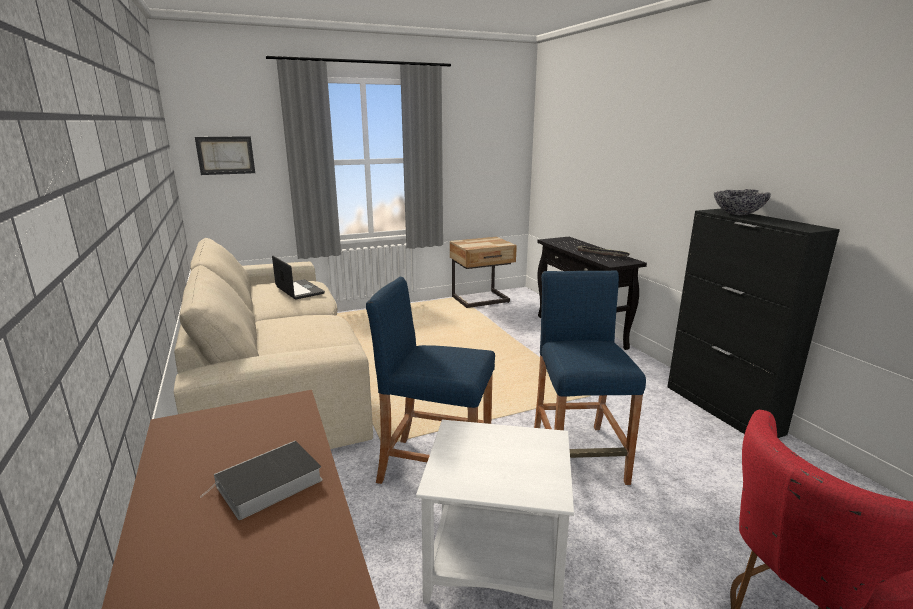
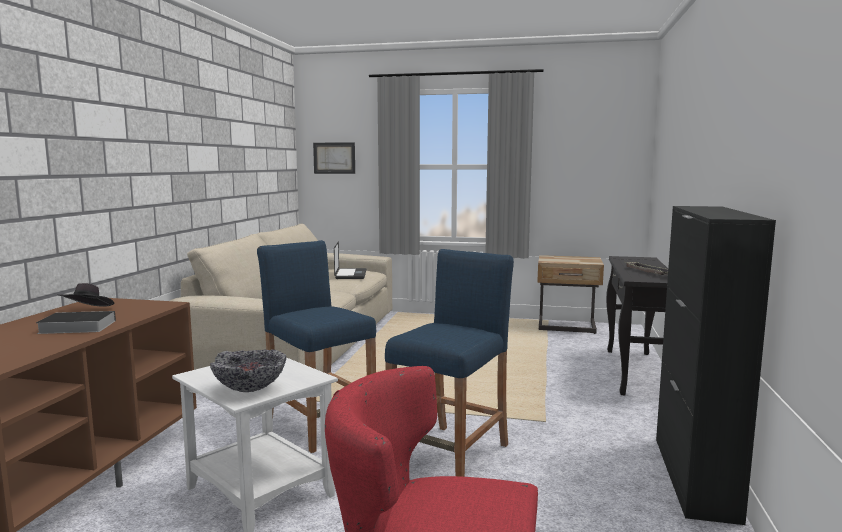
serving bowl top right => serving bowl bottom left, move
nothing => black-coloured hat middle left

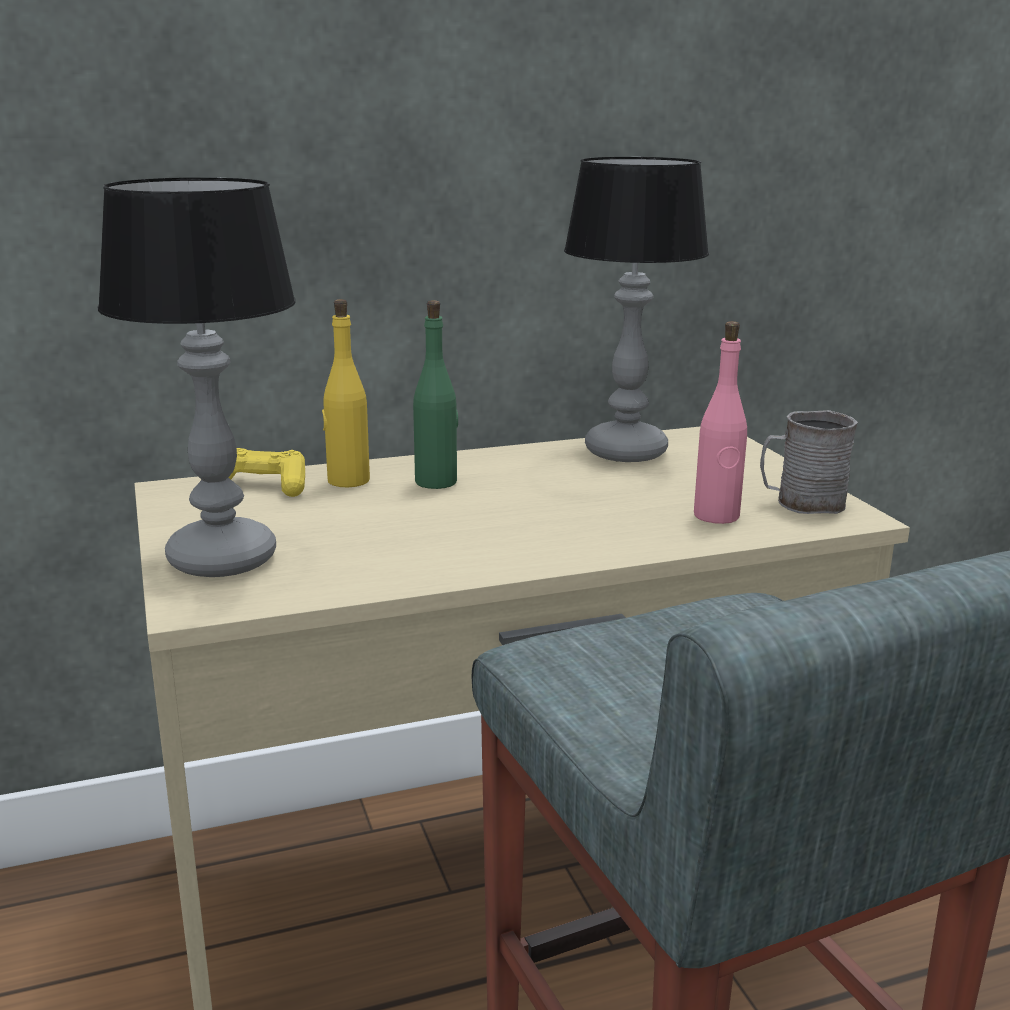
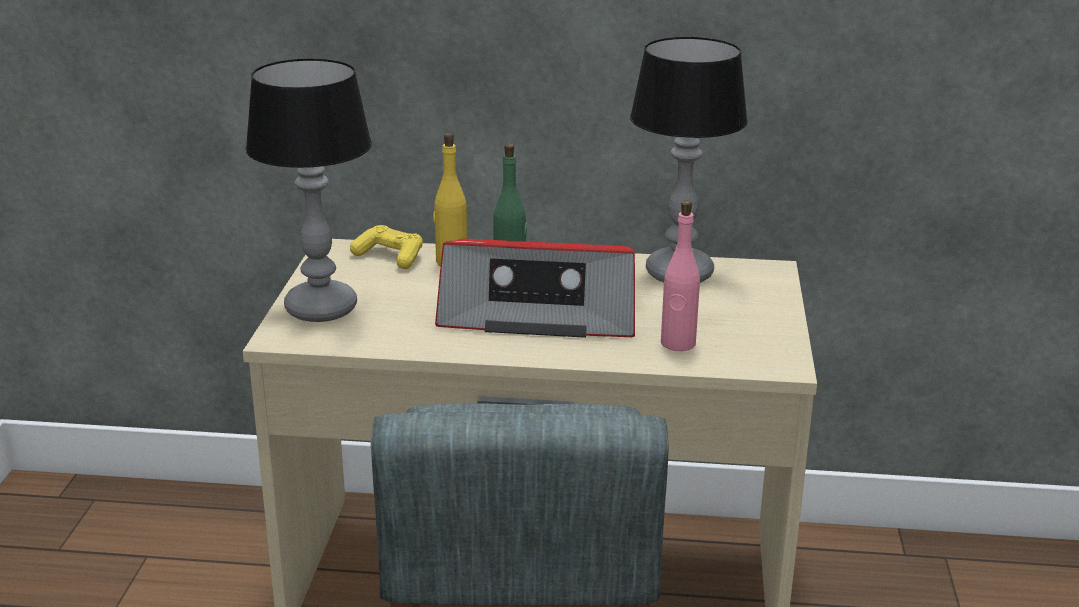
gray coffee mug middle right => nothing
nothing => radio set centre

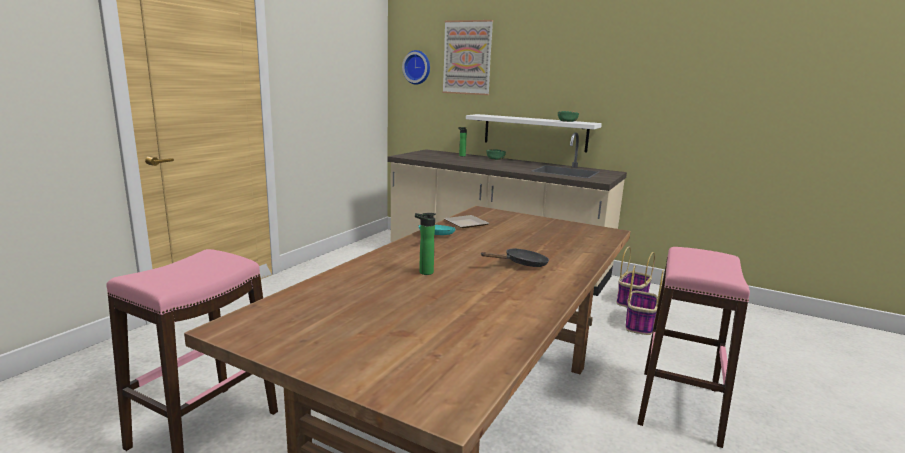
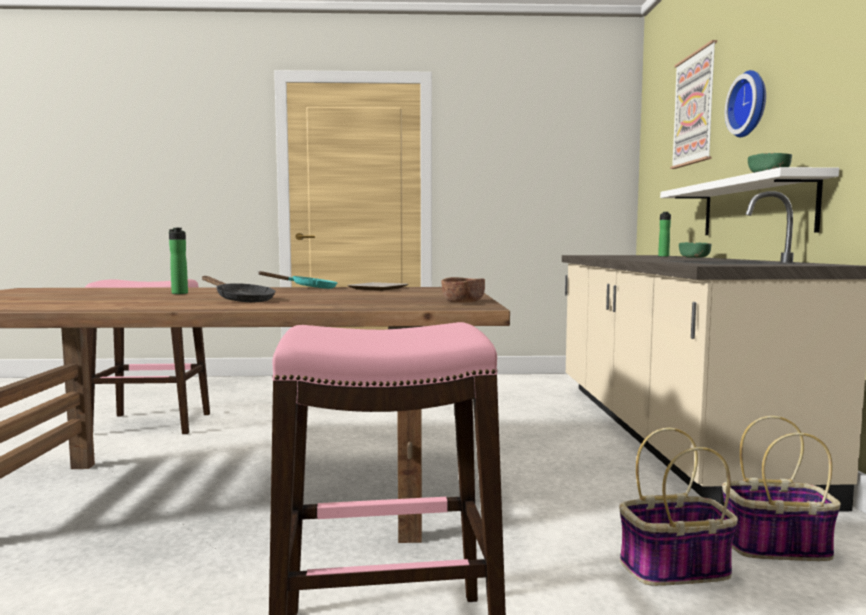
wall clock top centre => wall clock top right, move
nothing => brown serving bowl centre

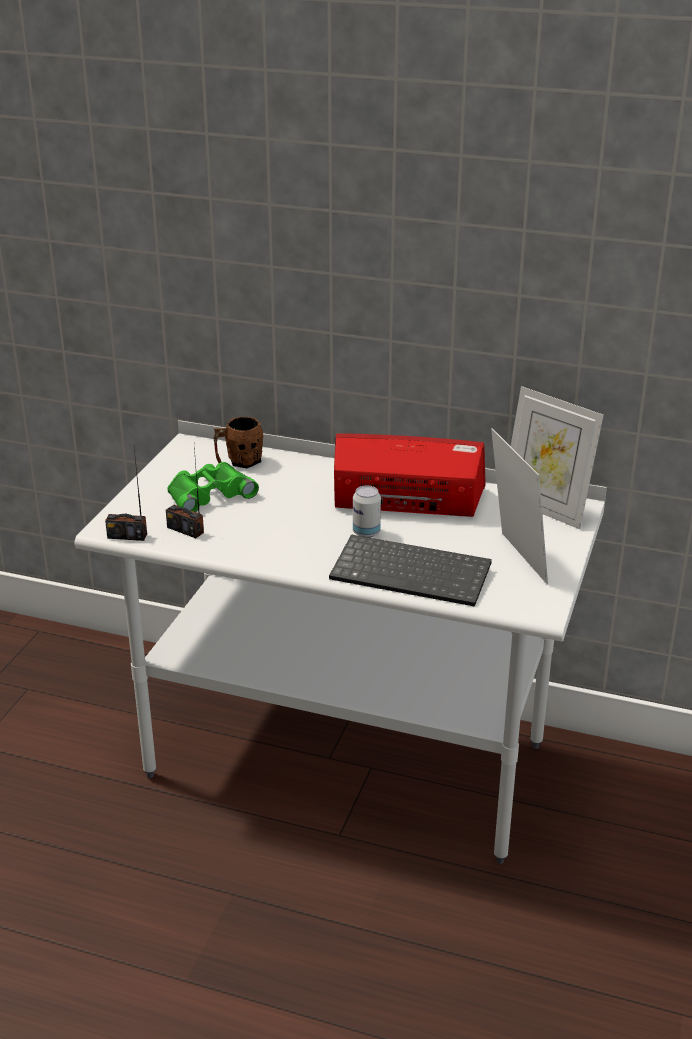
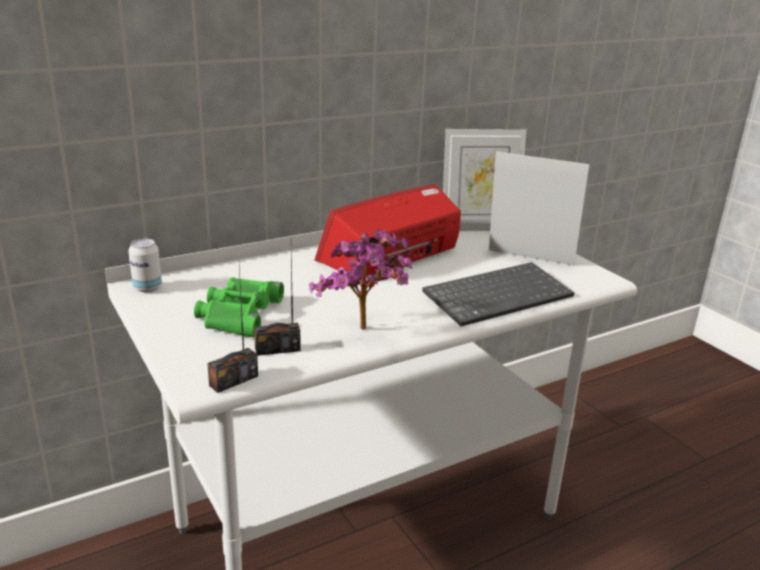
brown coffee mug centre => nothing
metal can centre => metal can middle left, move
nothing => plant in a pot centre

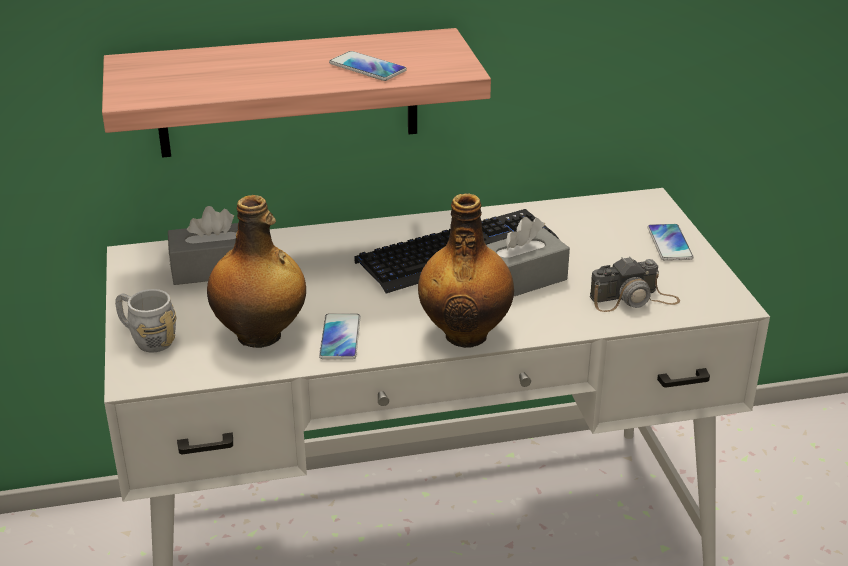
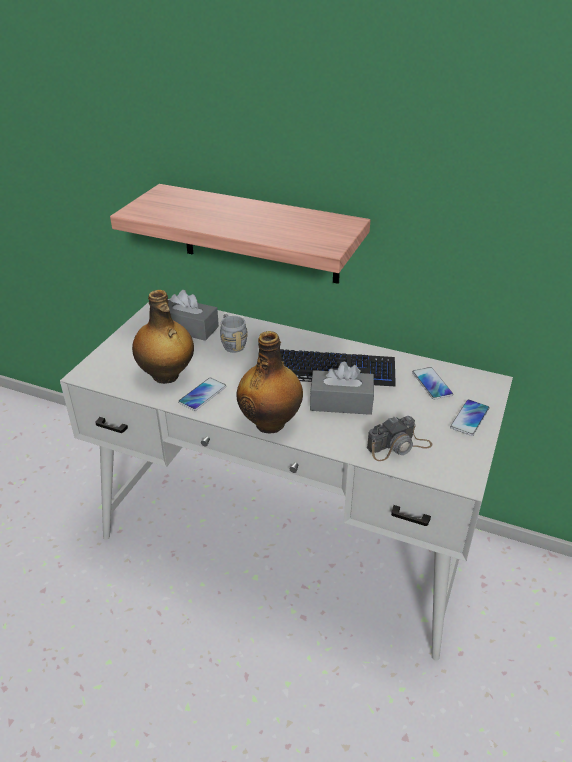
gray coffee mug middle left => gray coffee mug centre, move
handset (2nd from left) top centre => handset (2nd from left) middle right, move
still camera middle right, 45 degrees counterclockwise

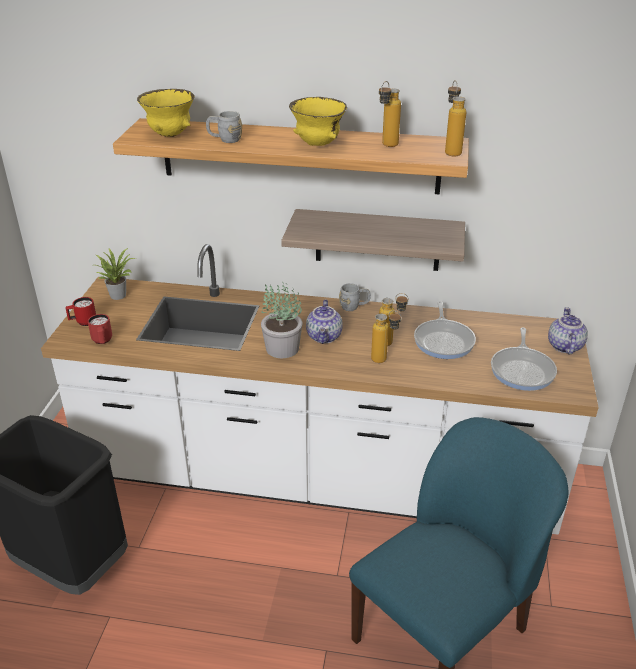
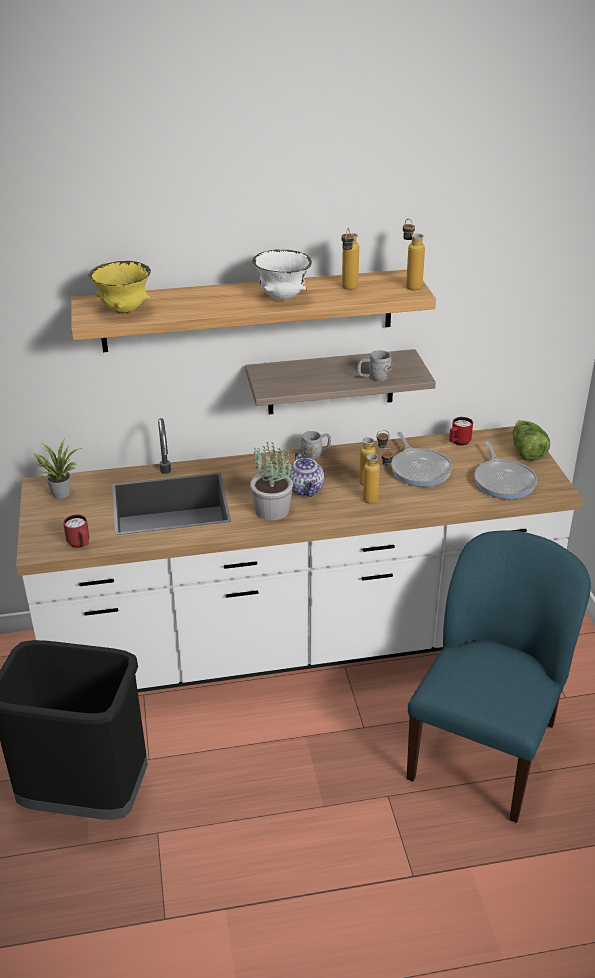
red coffee mug (1st from left in the first image) middle left => red coffee mug (2nd from left) middle right, move
gray coffee mug (1st from left in the first image) top centre => gray coffee mug (2nd from left) centre, move
yellowish serving bowl (2nd from left) top centre => white-coloured serving bowl top centre
pot for tea (2nd from left) middle right => lettuce middle right

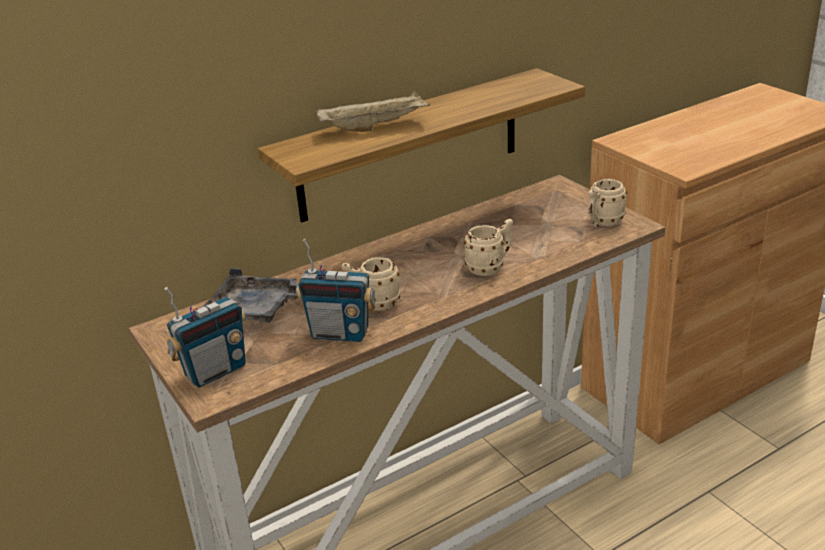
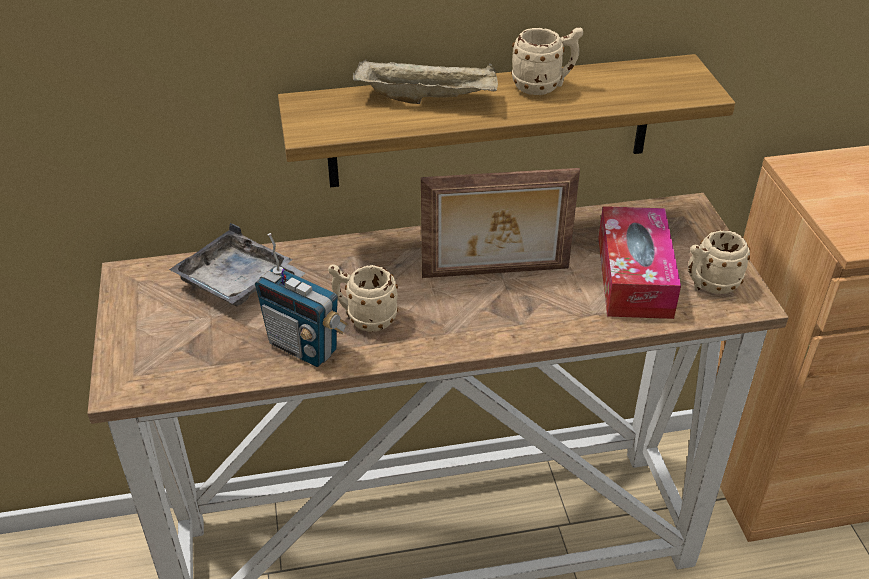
radio set (1st from left) middle left => nothing
sand-coloured coffee mug (2nd from left) centre => sand-coloured coffee mug (2nd from left) top centre, move
nothing => photo frame centre
nothing => tissue holder middle right

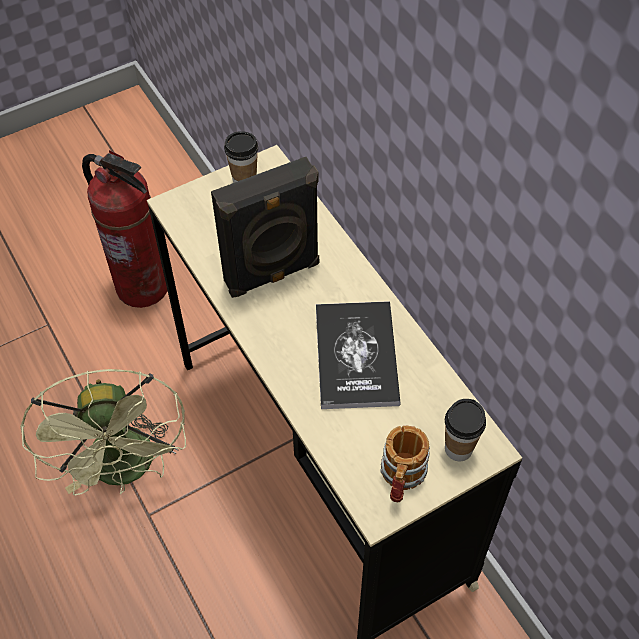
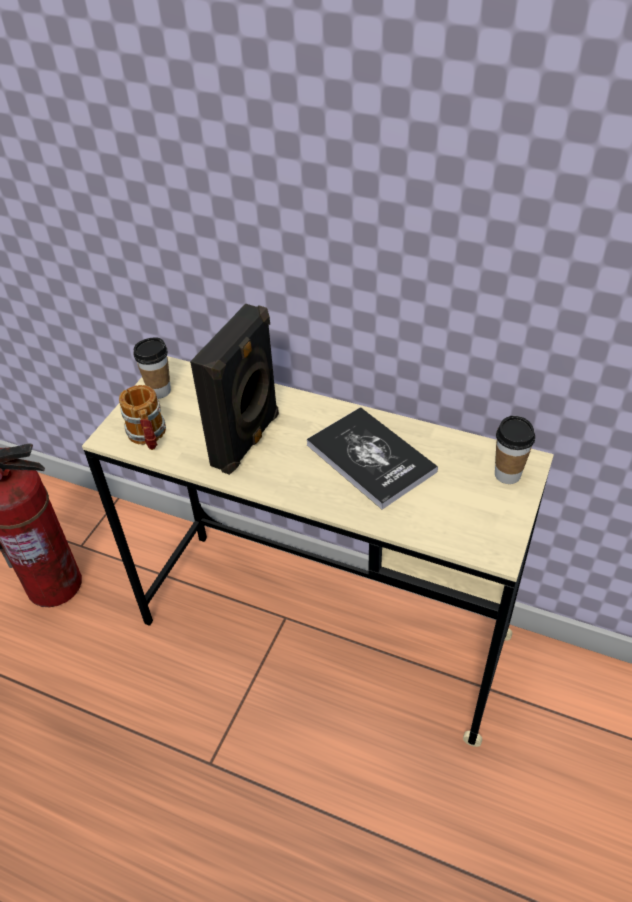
green cooling fan bottom left => nothing
coffee mug bottom centre => coffee mug middle left, move

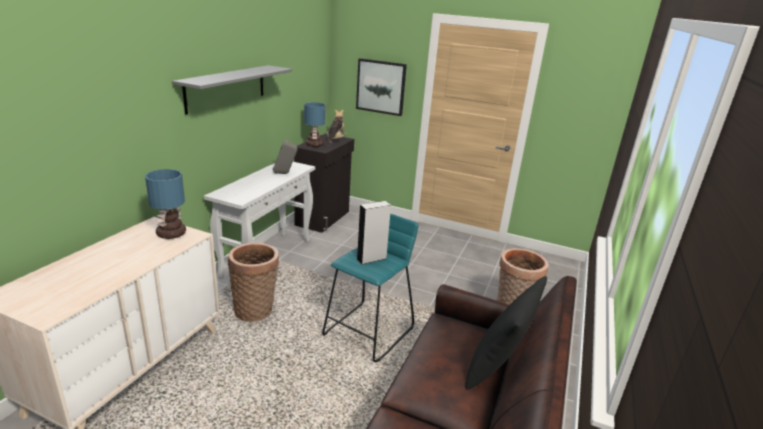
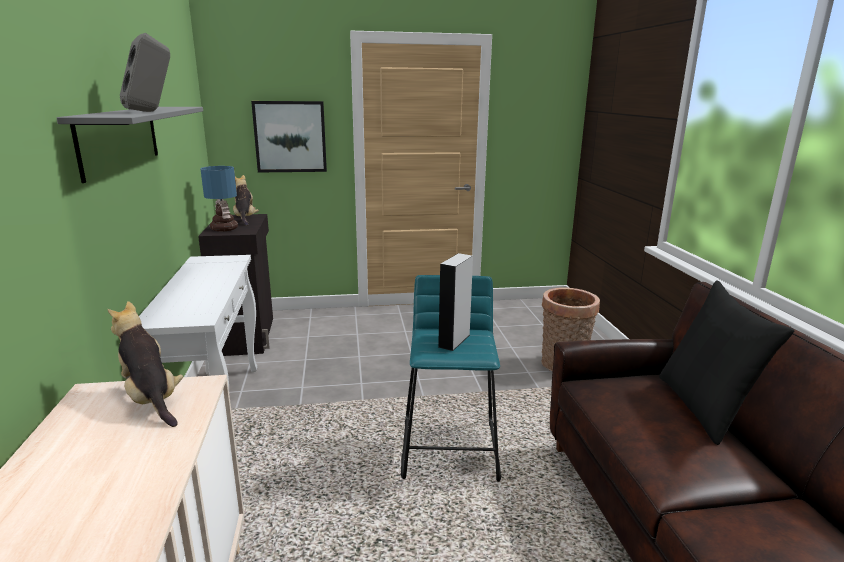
lamp for a table (1st from left) middle left => soft toy (1st from left) middle left
storage basket (1st from left) middle left => nothing
gray speaker (1st from left) centre => gray speaker (1st from left) top left, move

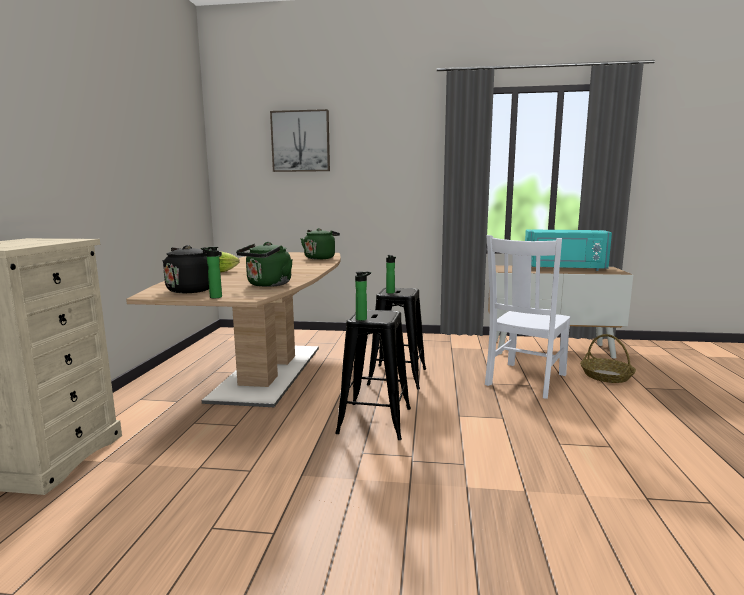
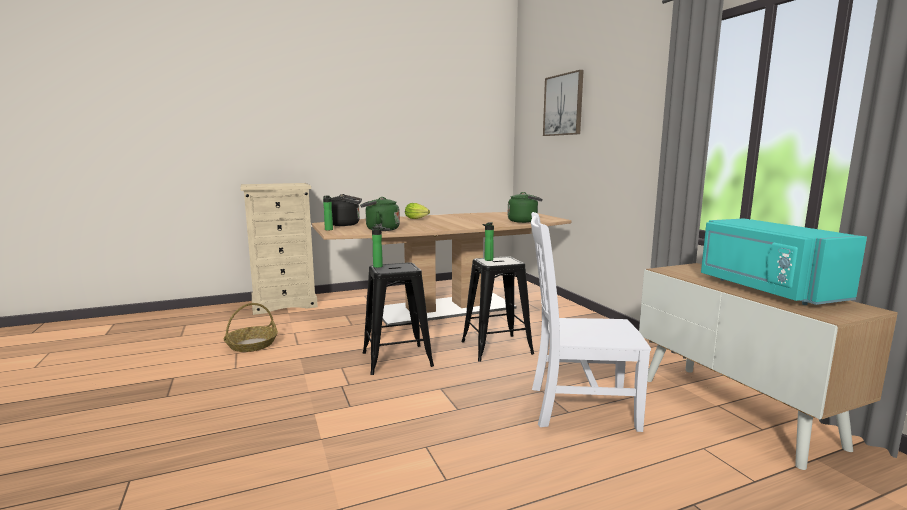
storage basket middle right => storage basket middle left, move

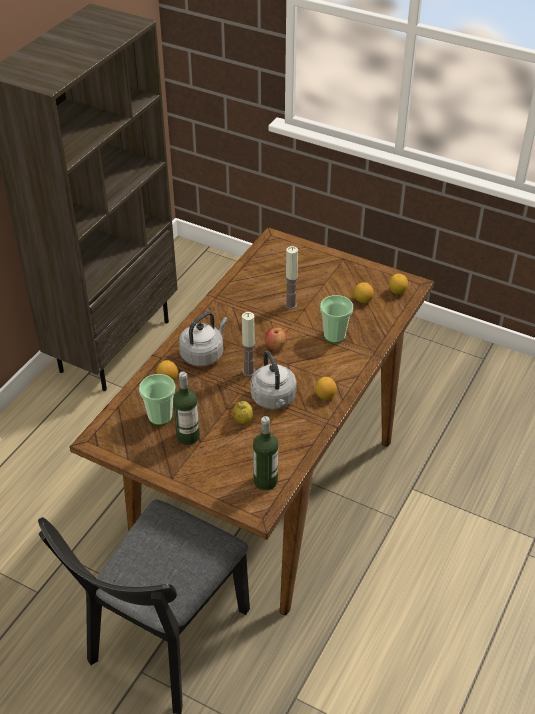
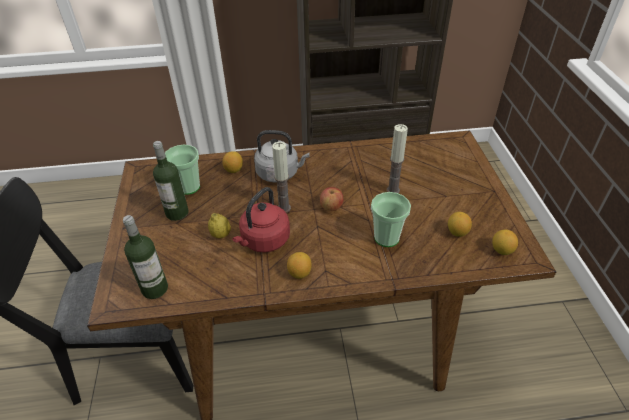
gray kettle (2nd from left) centre => red kettle centre

